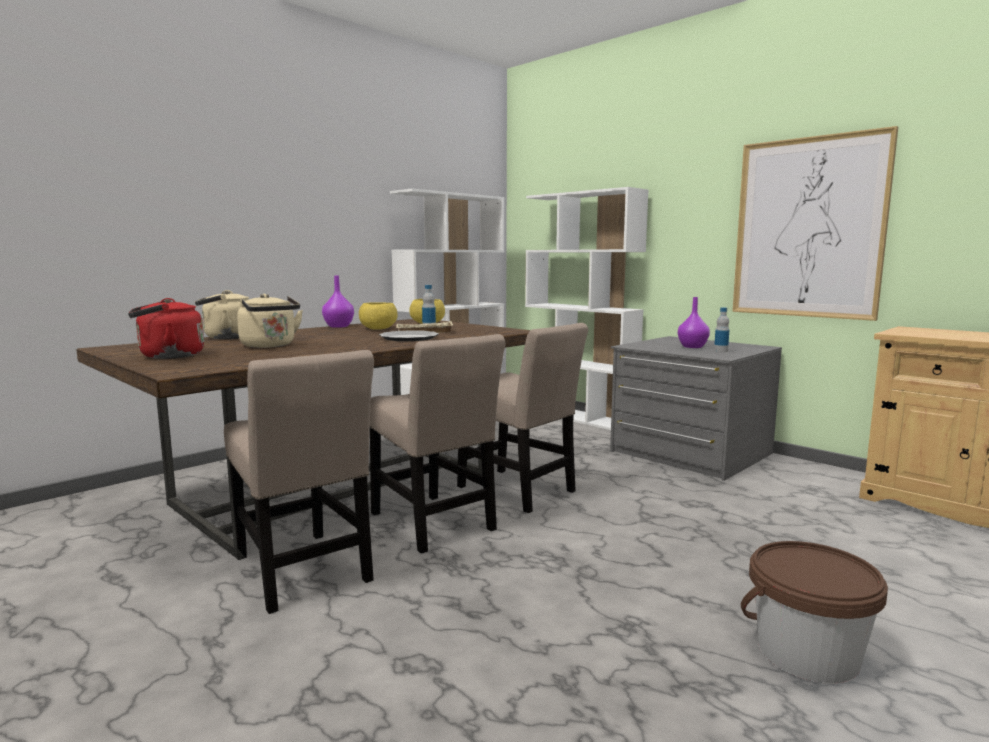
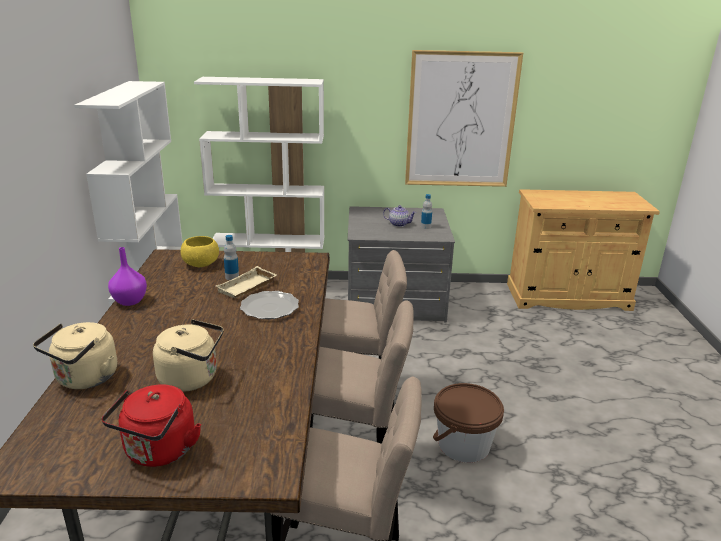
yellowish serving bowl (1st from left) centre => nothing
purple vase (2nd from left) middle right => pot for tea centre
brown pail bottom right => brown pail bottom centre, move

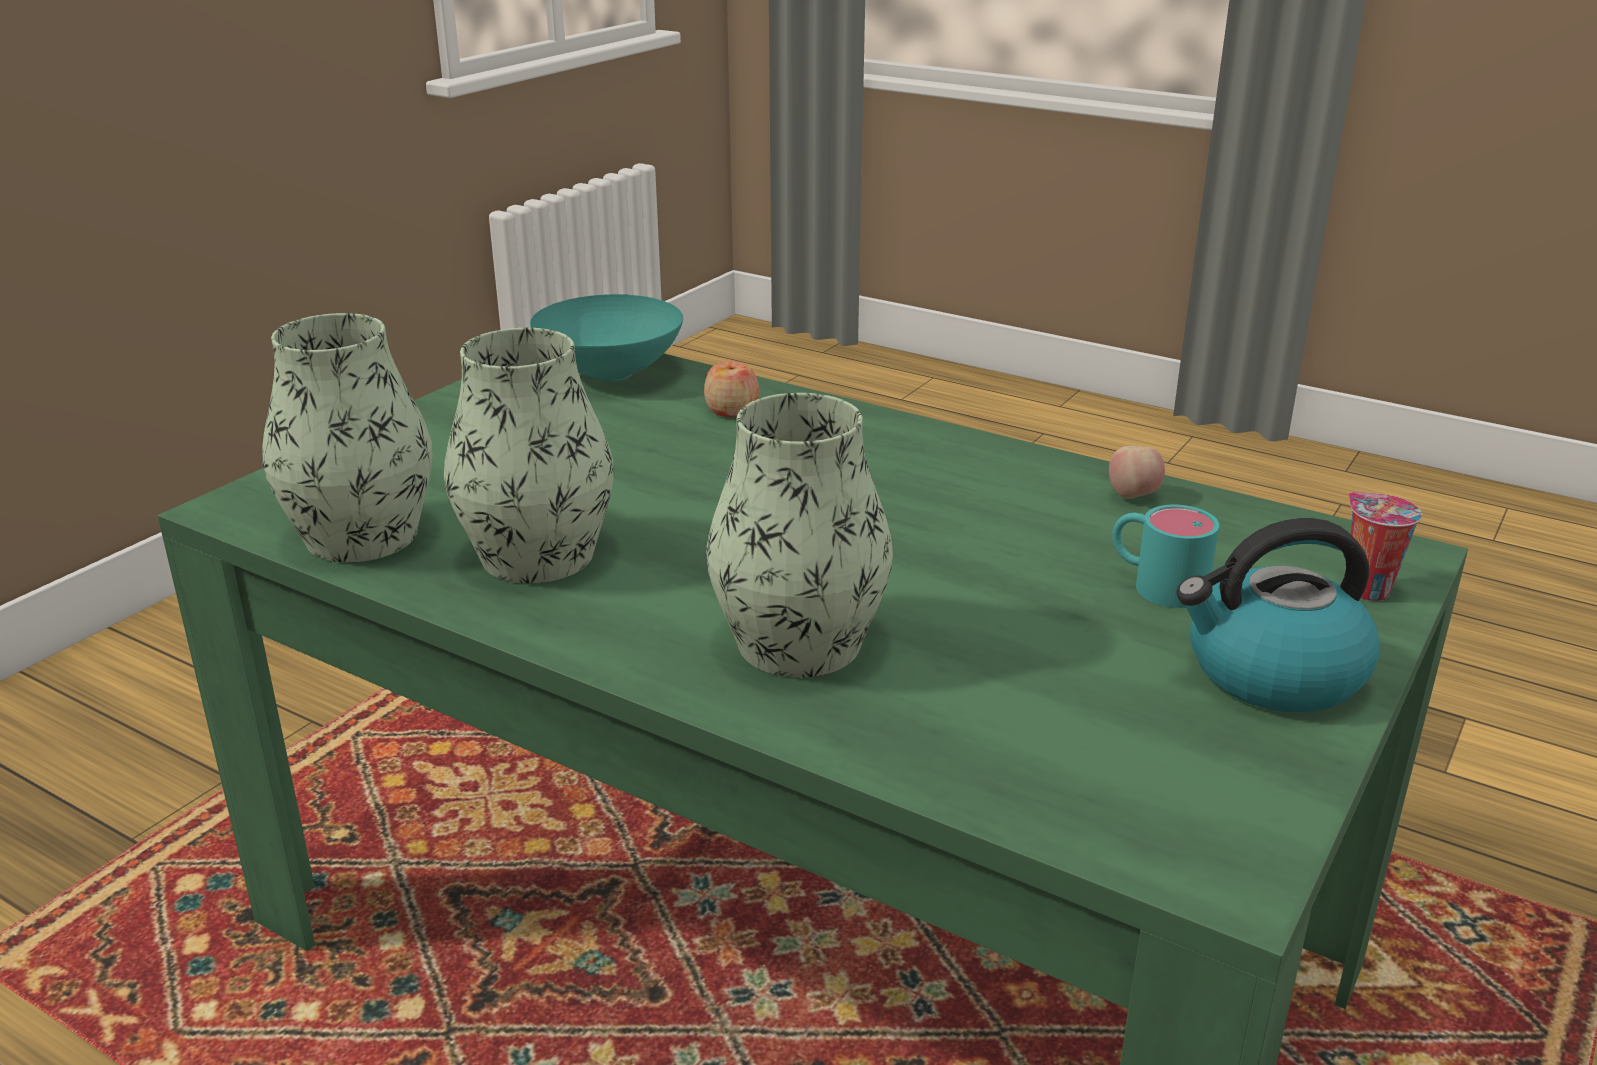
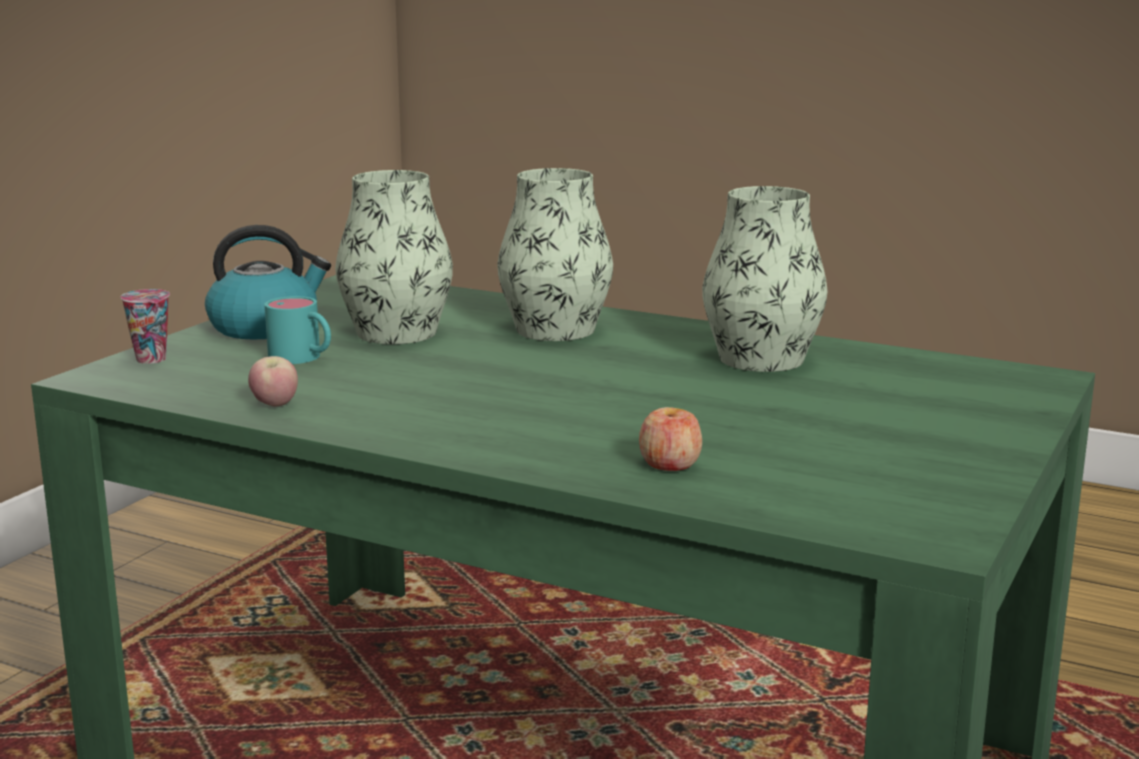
vase (1st from left) middle left => vase (1st from left) centre, move
blue-green serving bowl top centre => nothing

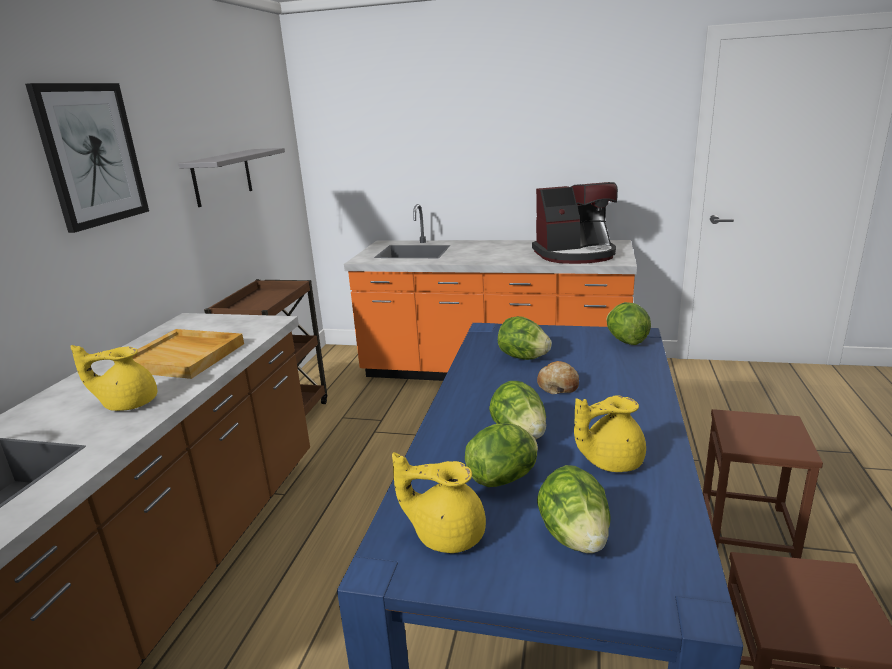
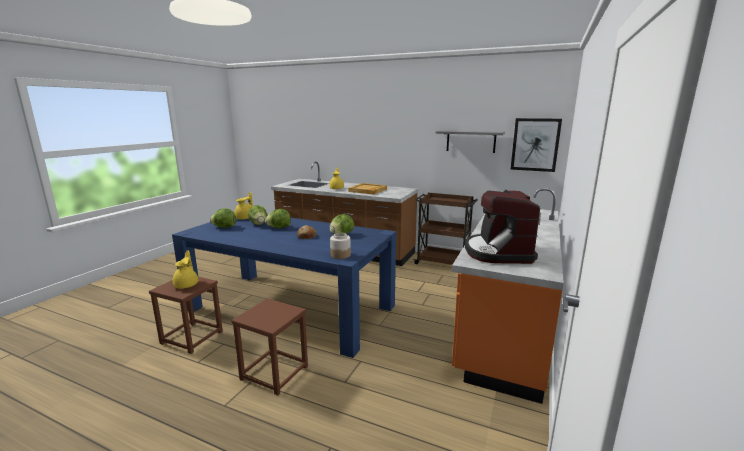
wall art top left => wall art top right, move
yellowish pot for tea (3rd from left in the first image) middle right => yellowish pot for tea (1st from left) middle left, move
lettuce (5th from left) middle right => jar centre

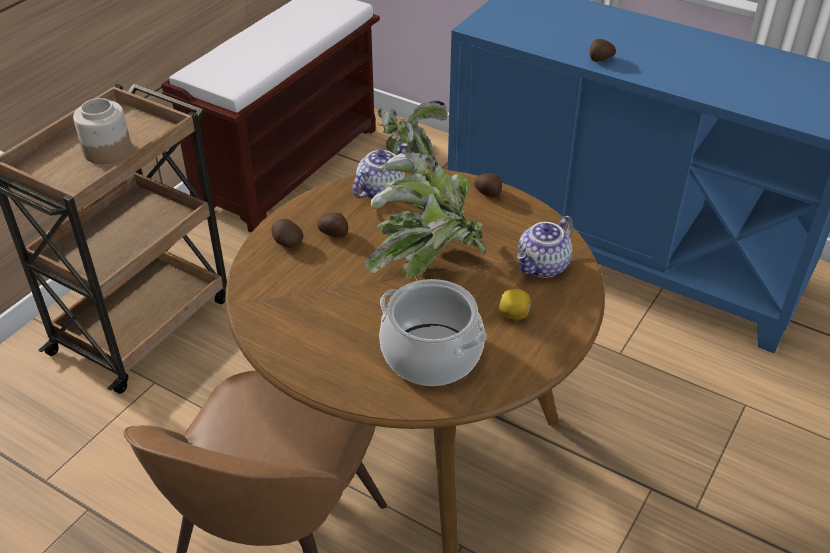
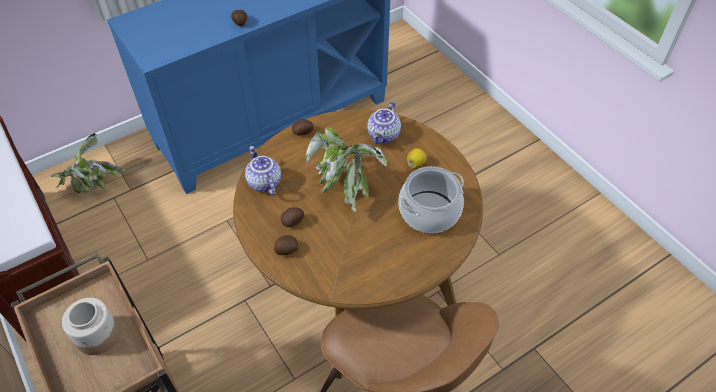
pot for tea (2nd from left) centre => pot for tea (2nd from left) top centre, 45 degrees clockwise

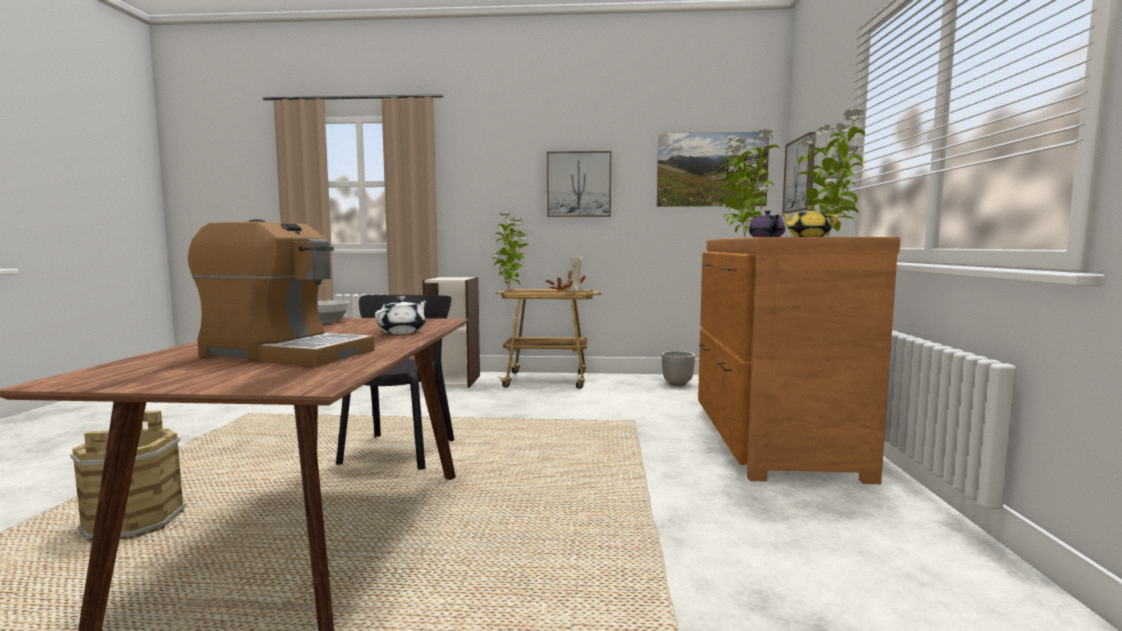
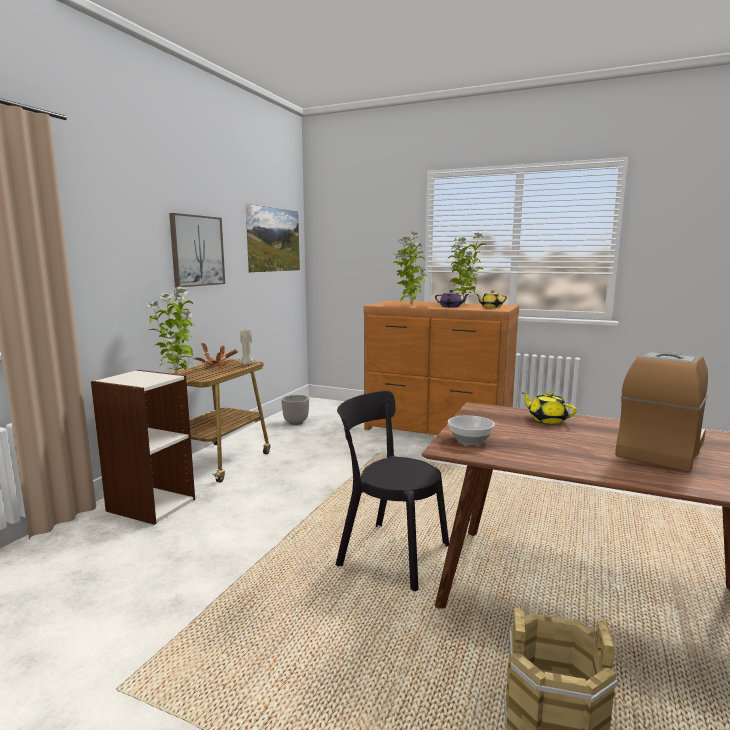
white-coloured pot for tea centre => yellowish pot for tea (2nd from left) middle right
wall art (3rd from left) top right => nothing

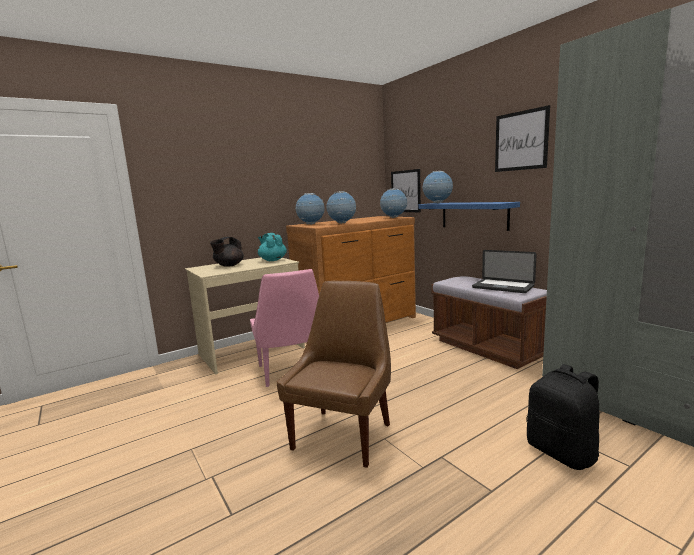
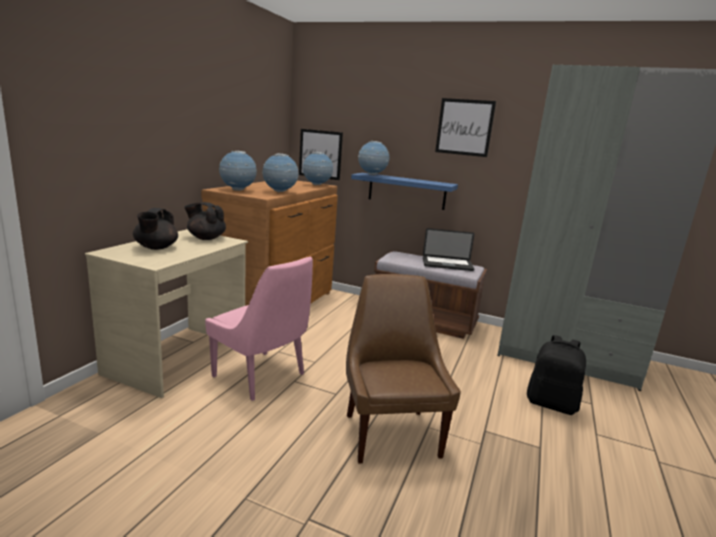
blue-green pot for tea centre => black-coloured pot for tea (2nd from left) middle left

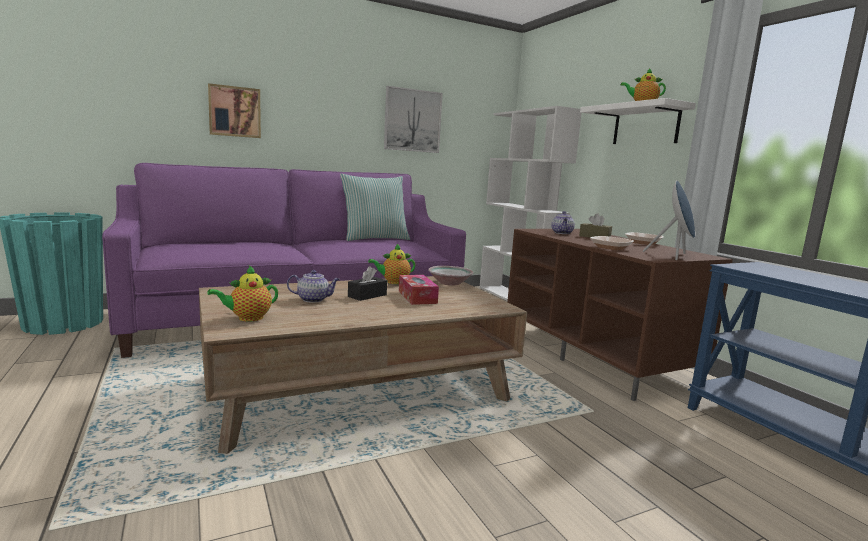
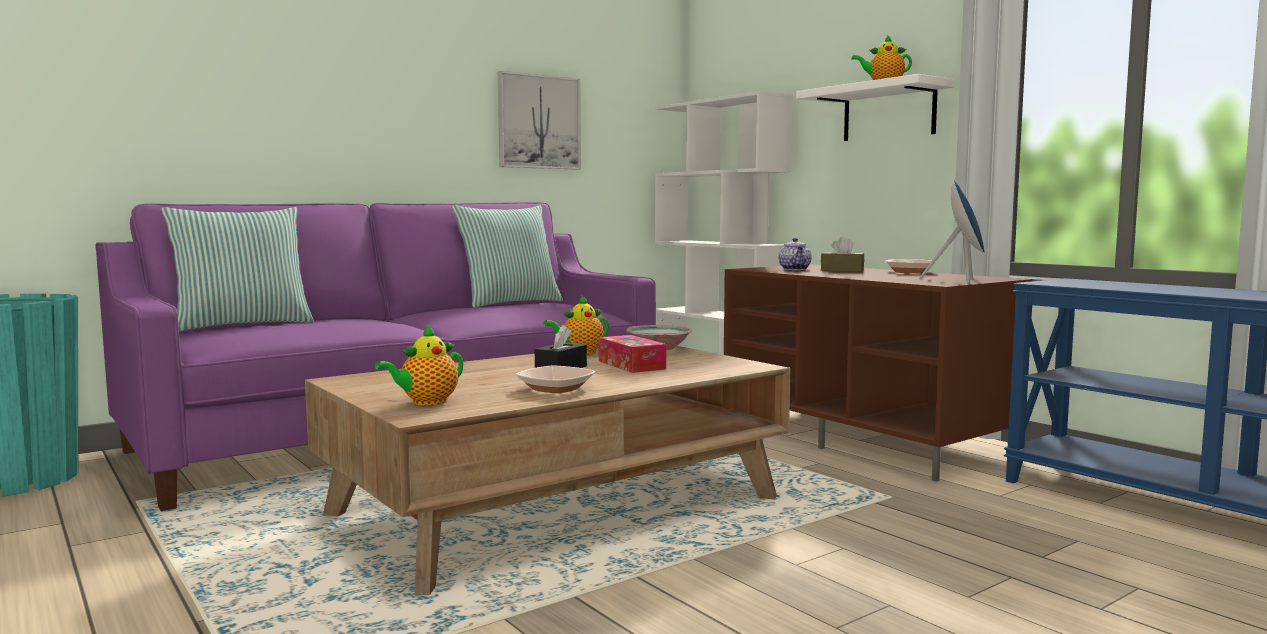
wall art (1st from left) top left => nothing
pot for tea (2nd from left) centre => nothing
serving bowl (2nd from left in the first image) middle right => serving bowl (1st from left) centre, move
nothing => throw pillow (1st from left) middle left

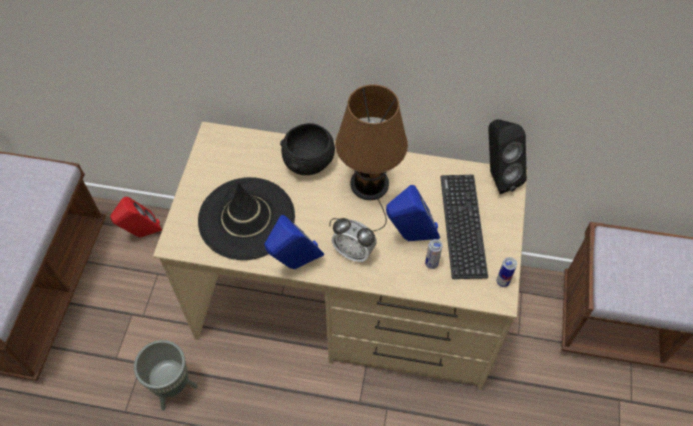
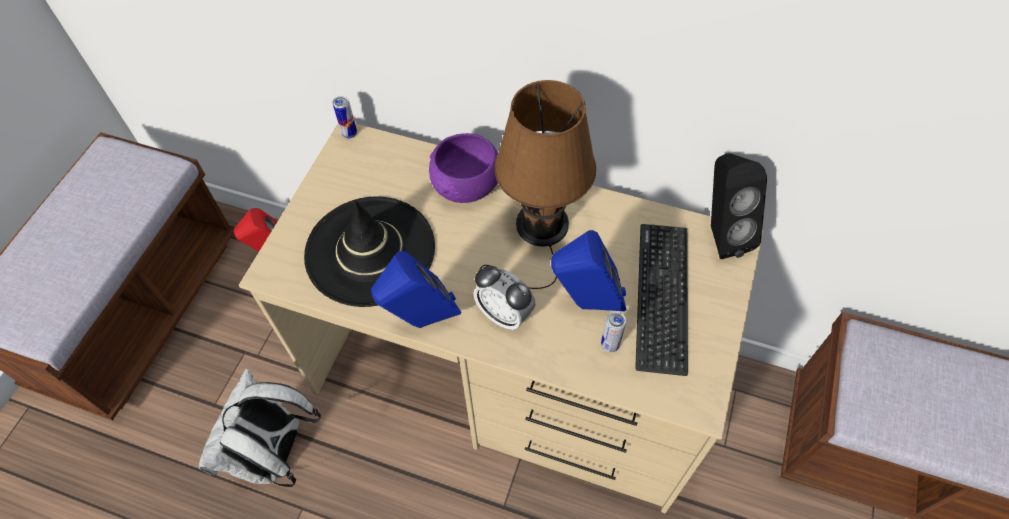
gray planter bottom left => white-coloured rucksack bottom left
black-coloured serving bowl centre => purple serving bowl top centre
metal can (2nd from left in the first image) middle right => metal can (1st from left) top centre, move

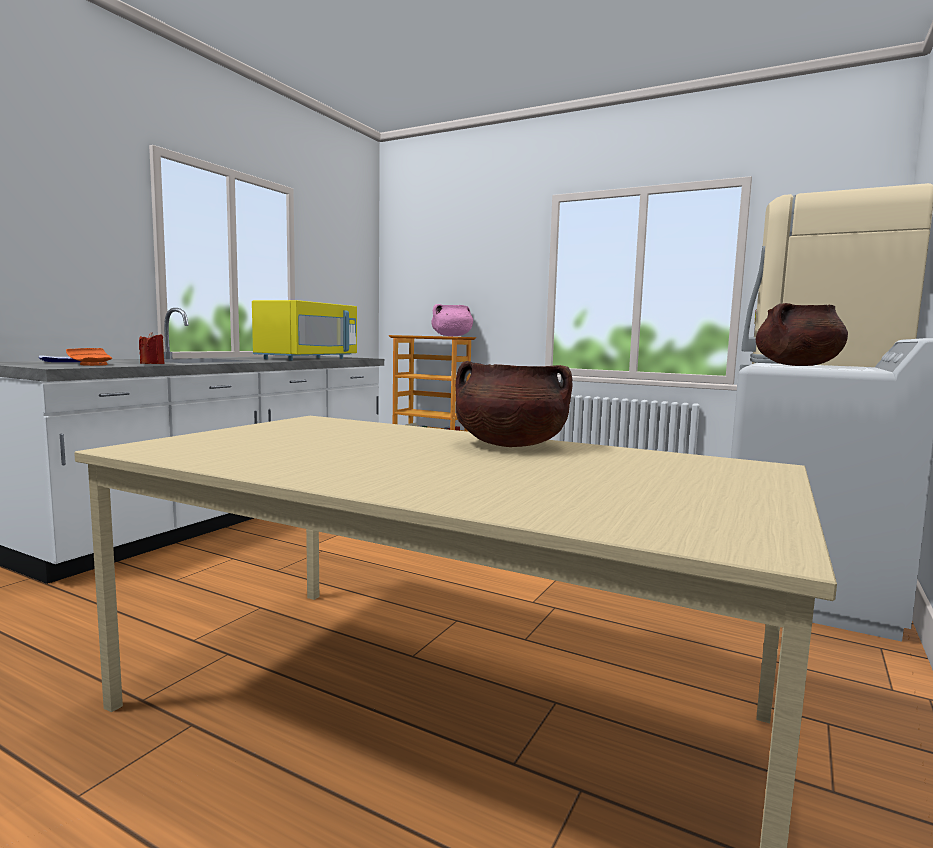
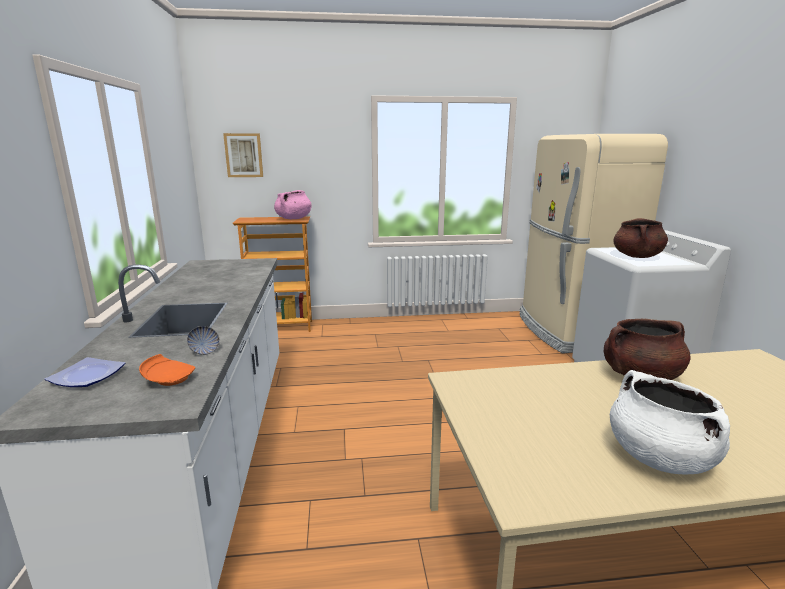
red wax candle middle left => serving bowl middle left
yellowish microwave oven middle left => nothing
nothing => wall art top left
nothing => white-coloured stockpot bottom right

